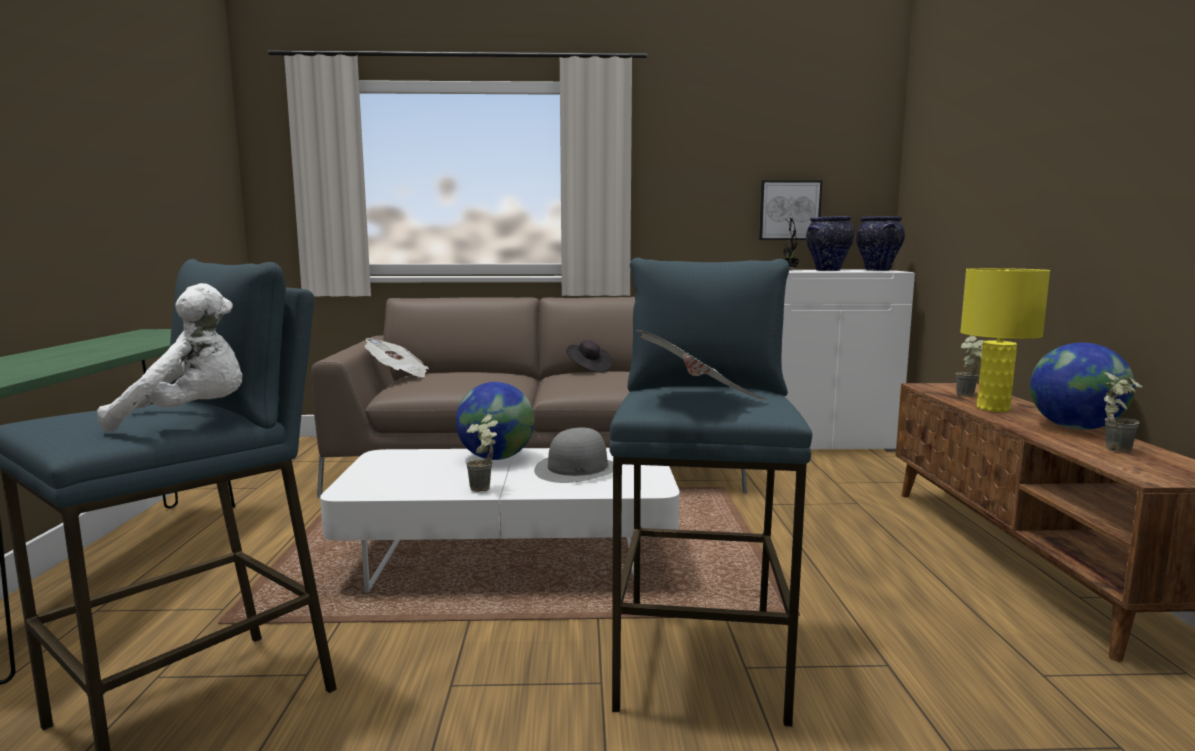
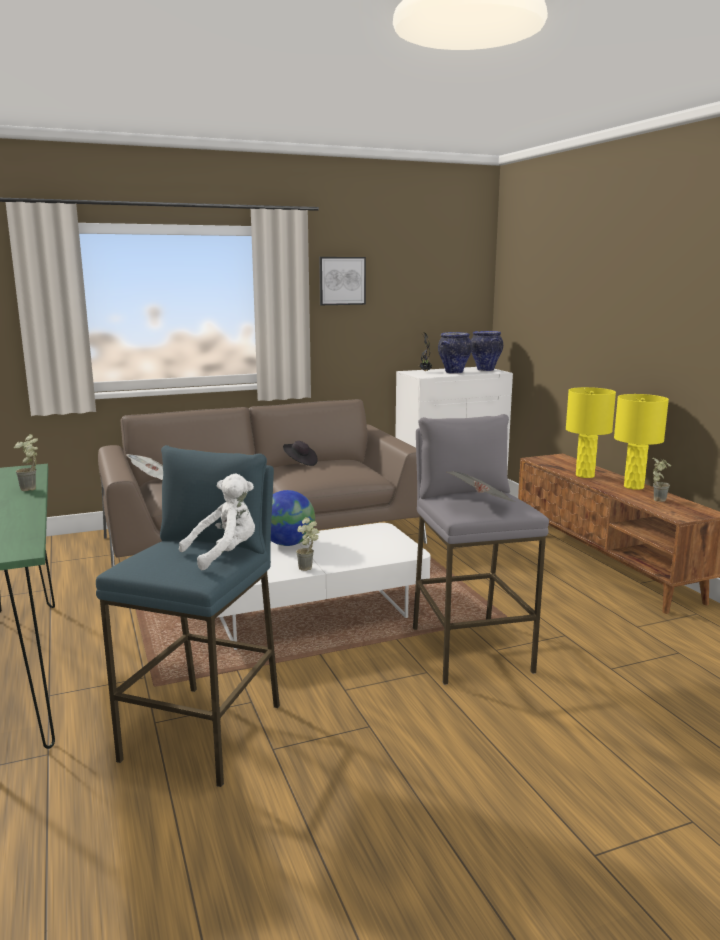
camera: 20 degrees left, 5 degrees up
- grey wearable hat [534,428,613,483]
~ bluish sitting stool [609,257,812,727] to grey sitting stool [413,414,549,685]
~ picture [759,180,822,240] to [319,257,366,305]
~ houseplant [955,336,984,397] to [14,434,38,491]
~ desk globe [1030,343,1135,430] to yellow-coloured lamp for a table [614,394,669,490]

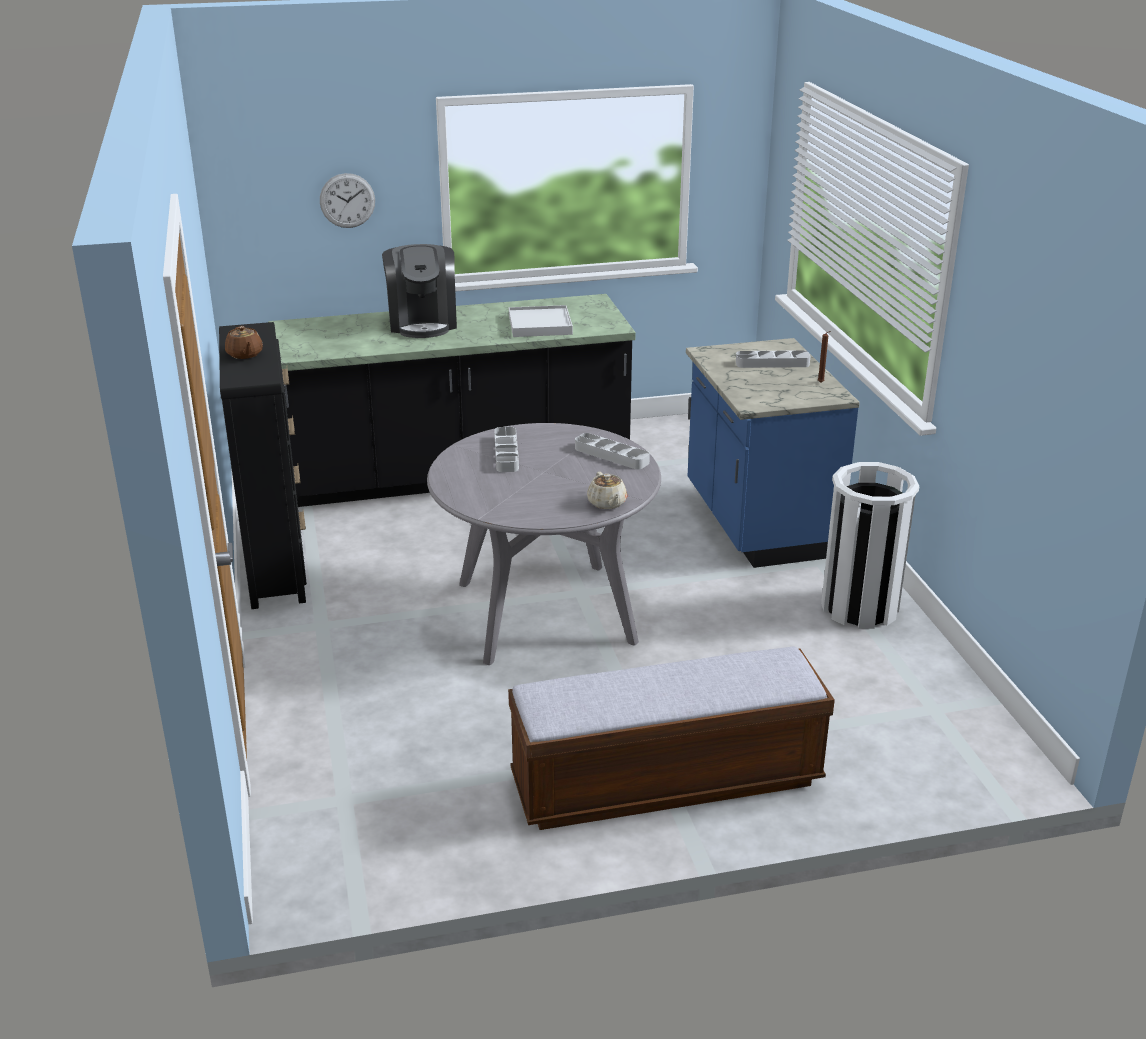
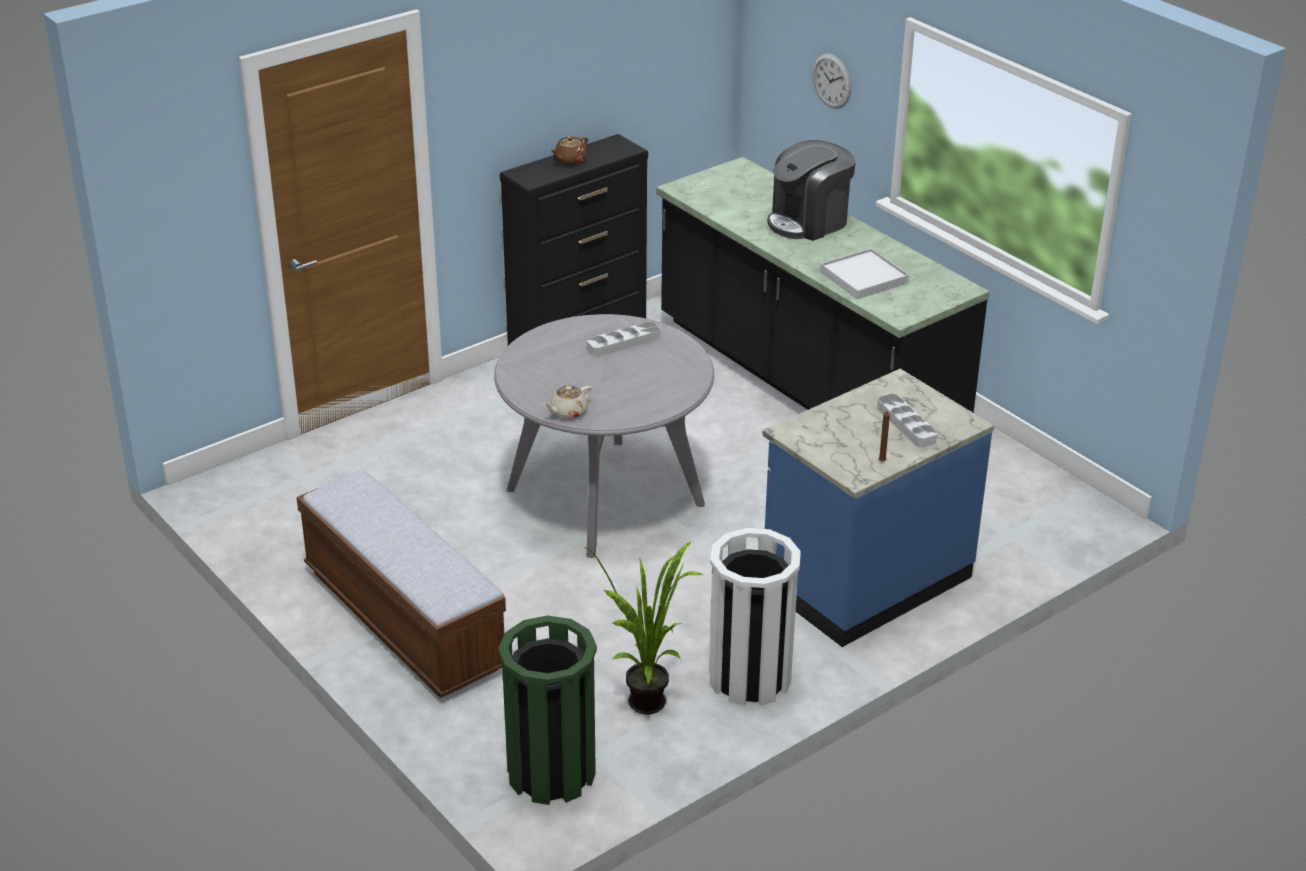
camera: 65 degrees right, 5 degrees up
- grey tray [575,433,650,469]
+ green trash can [498,616,597,805]
+ houseplant [584,541,703,714]

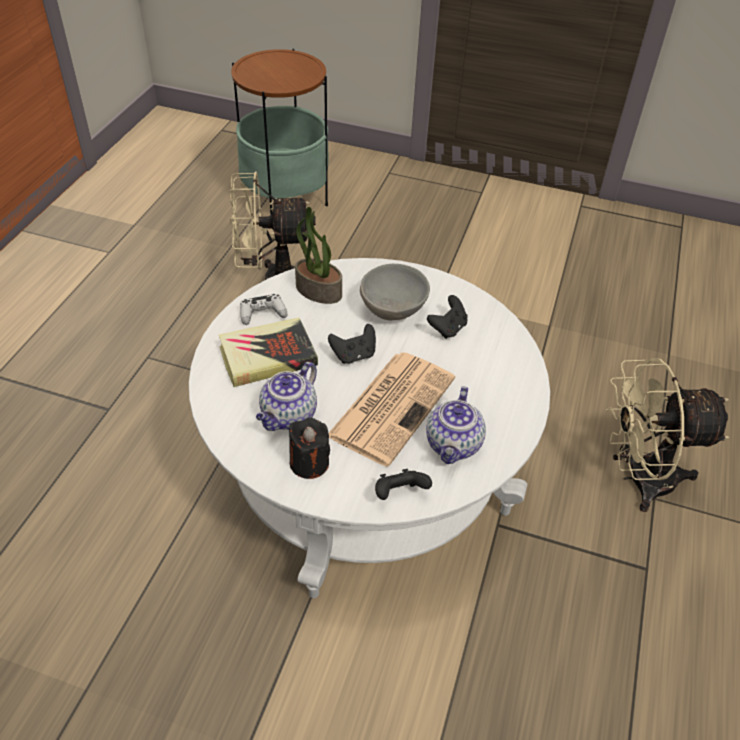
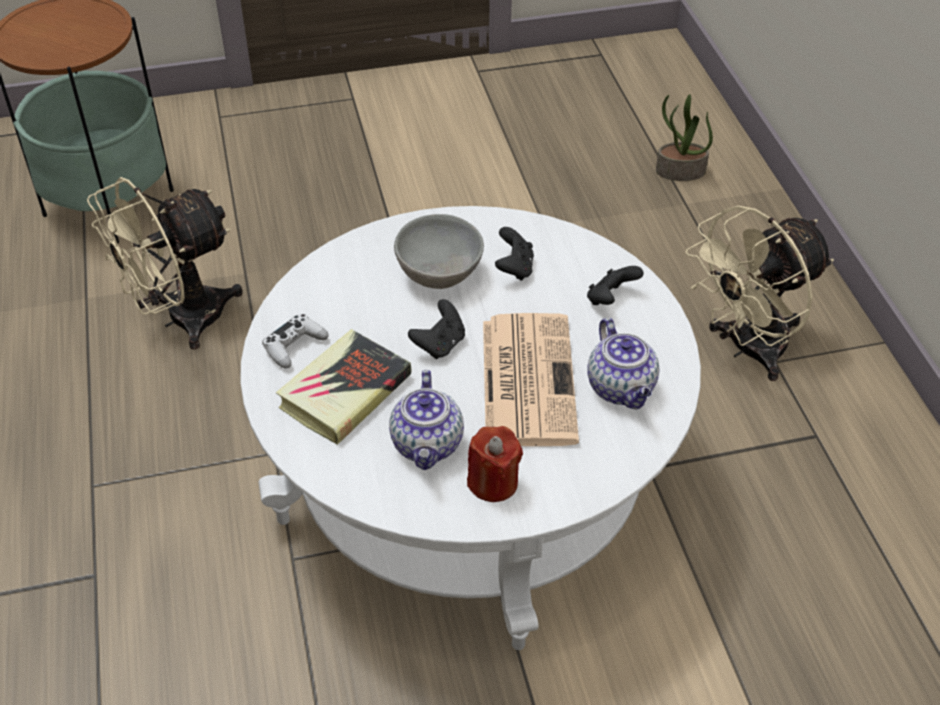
camera: 30 degrees left, 0 degrees up
~ black wax candle [289,418,330,479] to red-coloured wax candle [467,426,523,502]
~ houseplant [295,207,342,304] to [656,94,713,181]
~ black joypad [375,469,432,500] to [587,266,644,305]

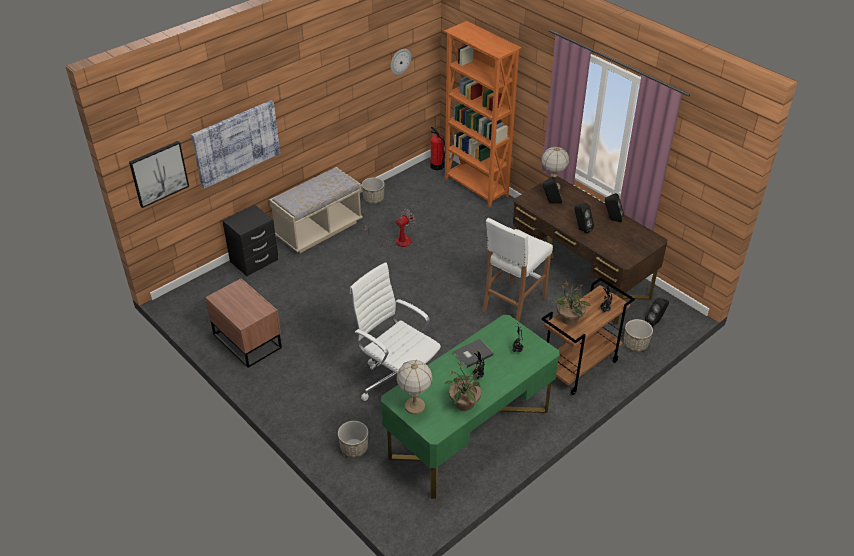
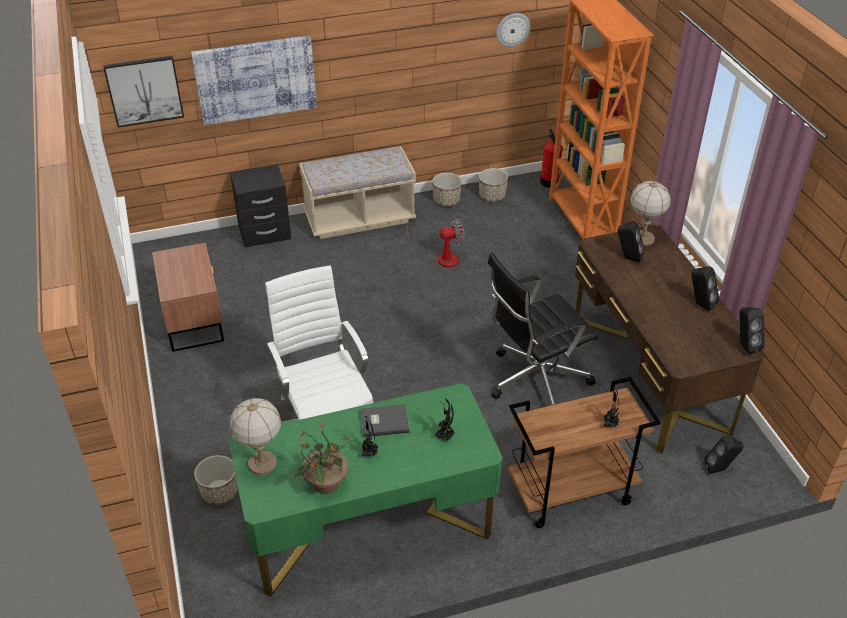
camera: 25 degrees right, 0 degrees up
~ white-coloured sitting stool [482,218,553,322] to black desk chair [488,252,599,405]
- houseplant [554,282,592,325]
~ black speaker [574,203,594,234] to [739,307,765,355]
~ flower pot [624,319,653,352] to [479,168,508,202]

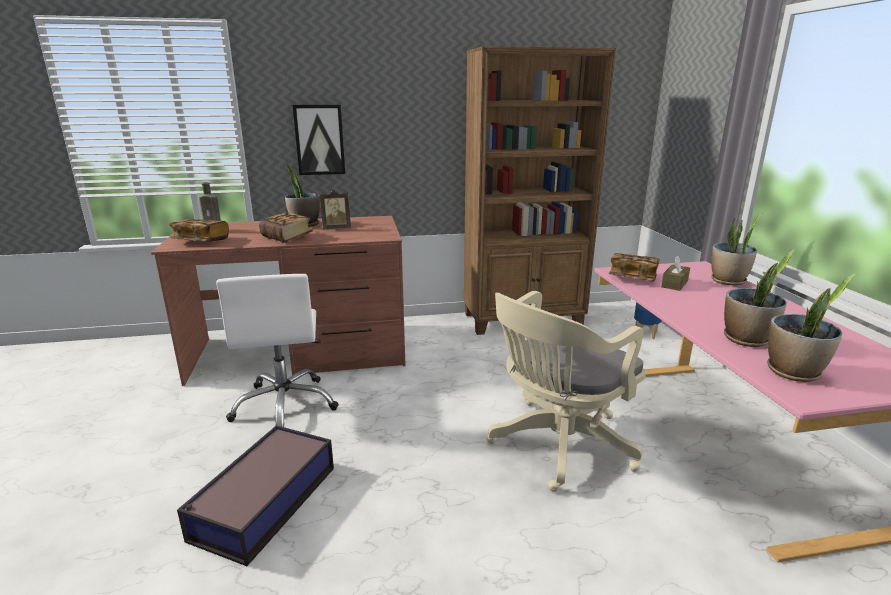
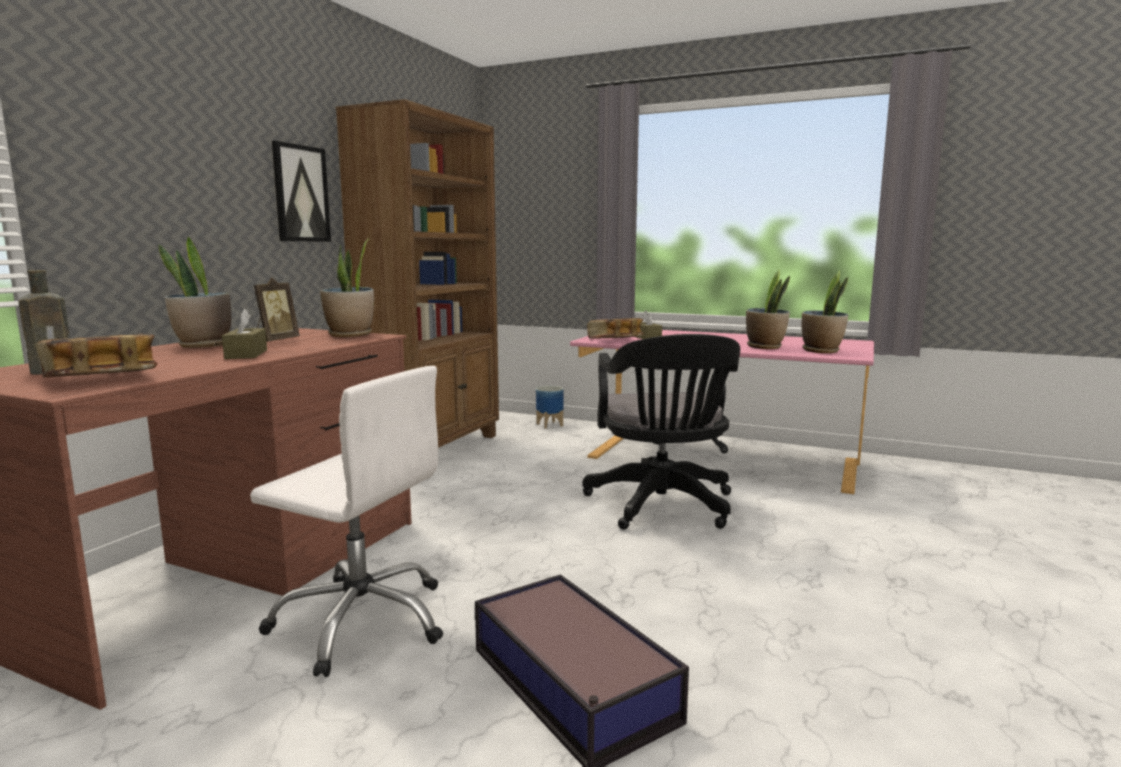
camera: 55 degrees left, 10 degrees down
~ volume [259,212,313,243] to brown box of tissues [222,309,267,359]
~ picture [293,105,345,175] to [272,141,331,242]
~ sand-coloured desk chair [487,291,646,492] to black desk chair [582,334,740,530]
~ houseplant [711,212,764,285] to [320,239,374,337]

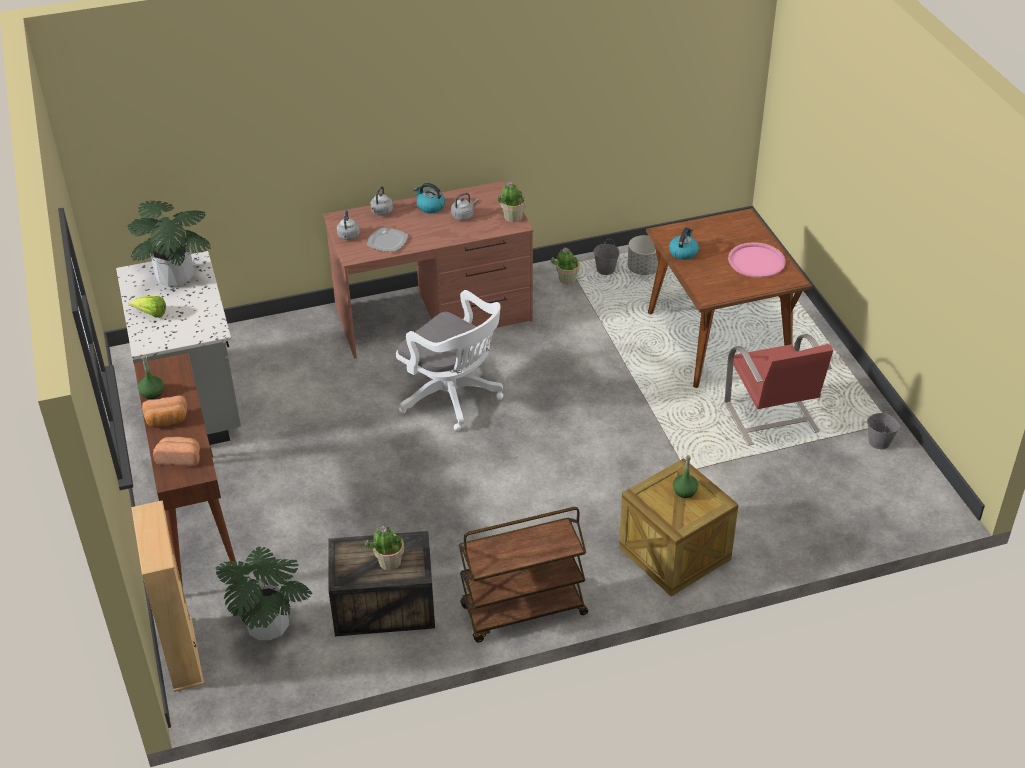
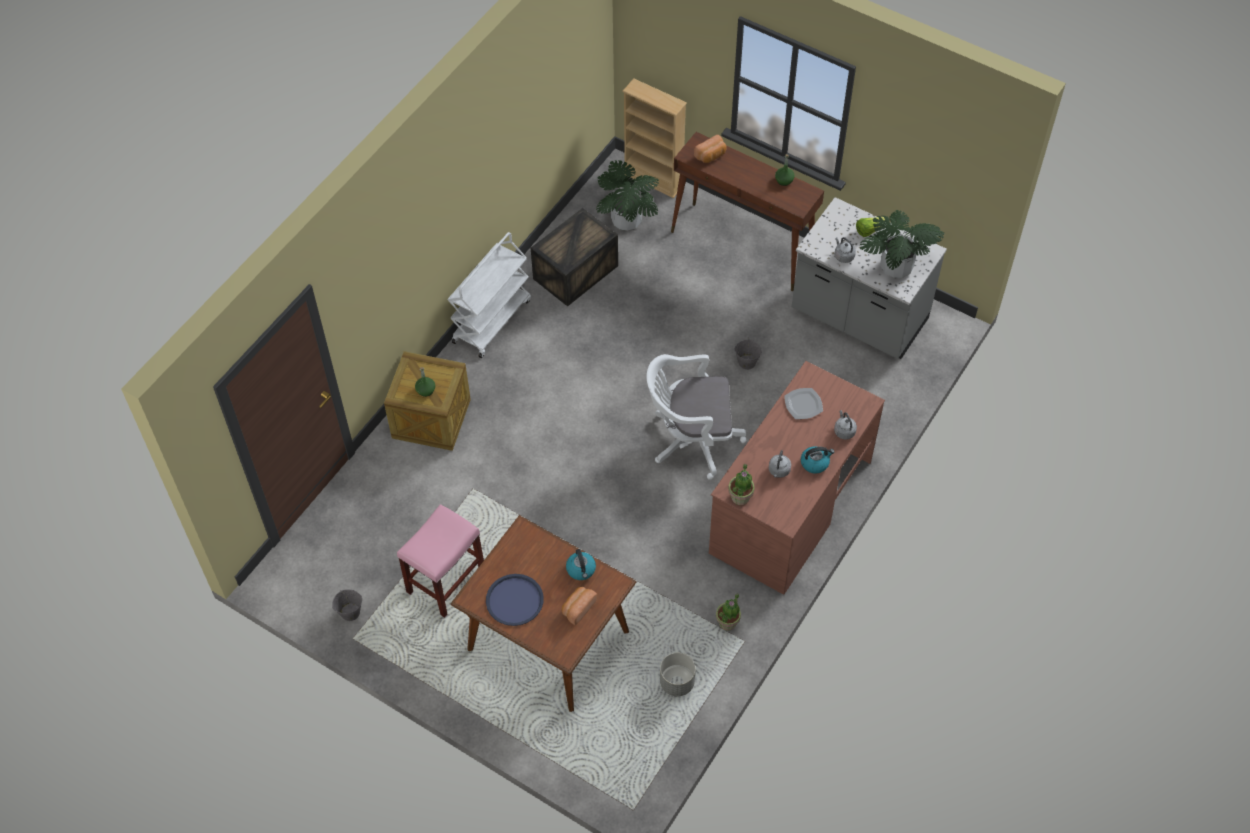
camera: 140 degrees right, 15 degrees up
~ bakery bread [142,396,187,427] to [562,587,597,625]
~ grey water kettle [337,210,360,240] to [835,237,856,263]
- houseplant [365,526,404,570]
~ brown cart [459,507,588,642] to white-coloured cart [448,232,531,358]
~ grey water bucket [593,239,620,275] to [734,338,762,370]
~ red-coloured upright chair [725,334,833,446] to pink-coloured sitting stool [397,504,484,618]
~ pink-coloured tray [728,242,786,278] to bluish tray [486,574,544,626]

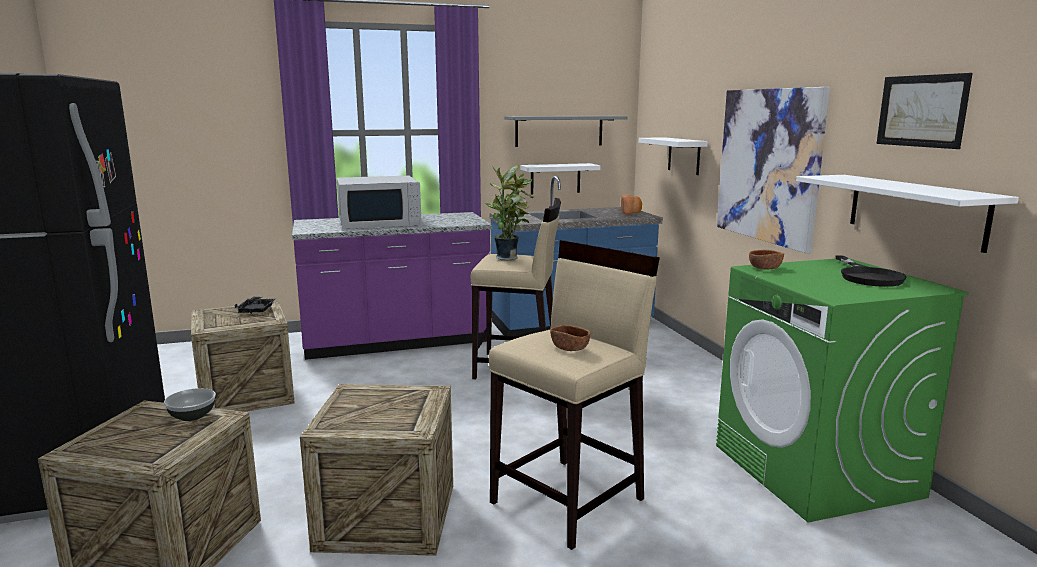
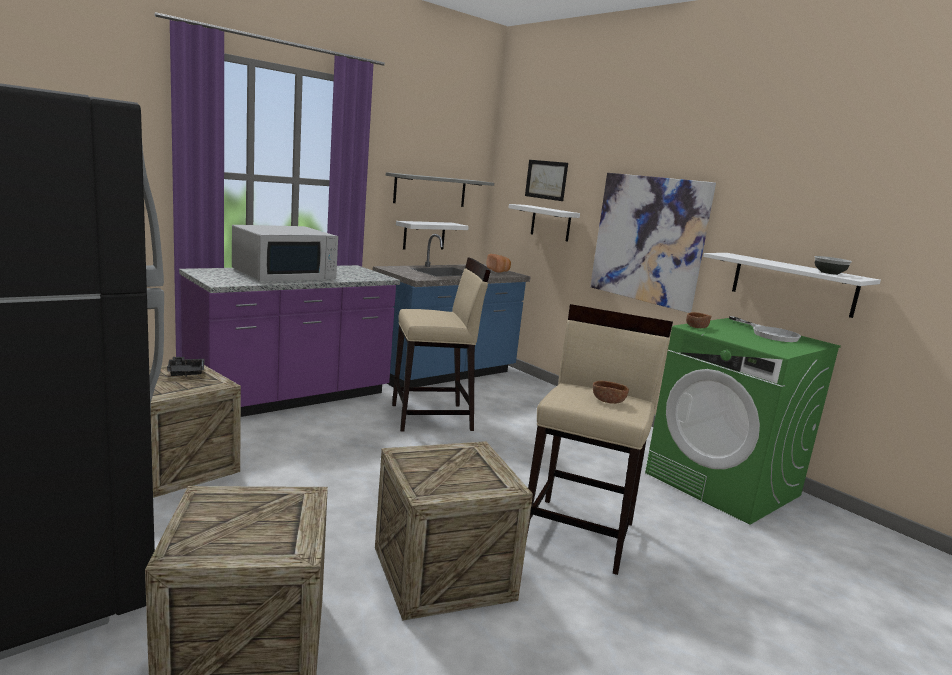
camera: 25 degrees left, 0 degrees up
~ bowl [164,388,216,421] to [814,256,852,275]
- houseplant [485,165,535,260]
~ black frying pan [835,256,907,287] to white-coloured frying pan [729,316,801,342]
~ picture [876,73,973,149] to [525,160,568,201]

